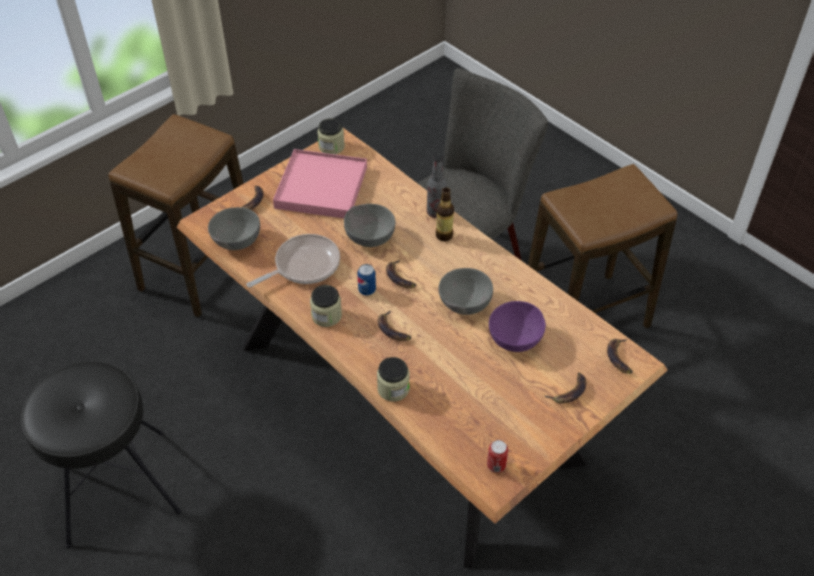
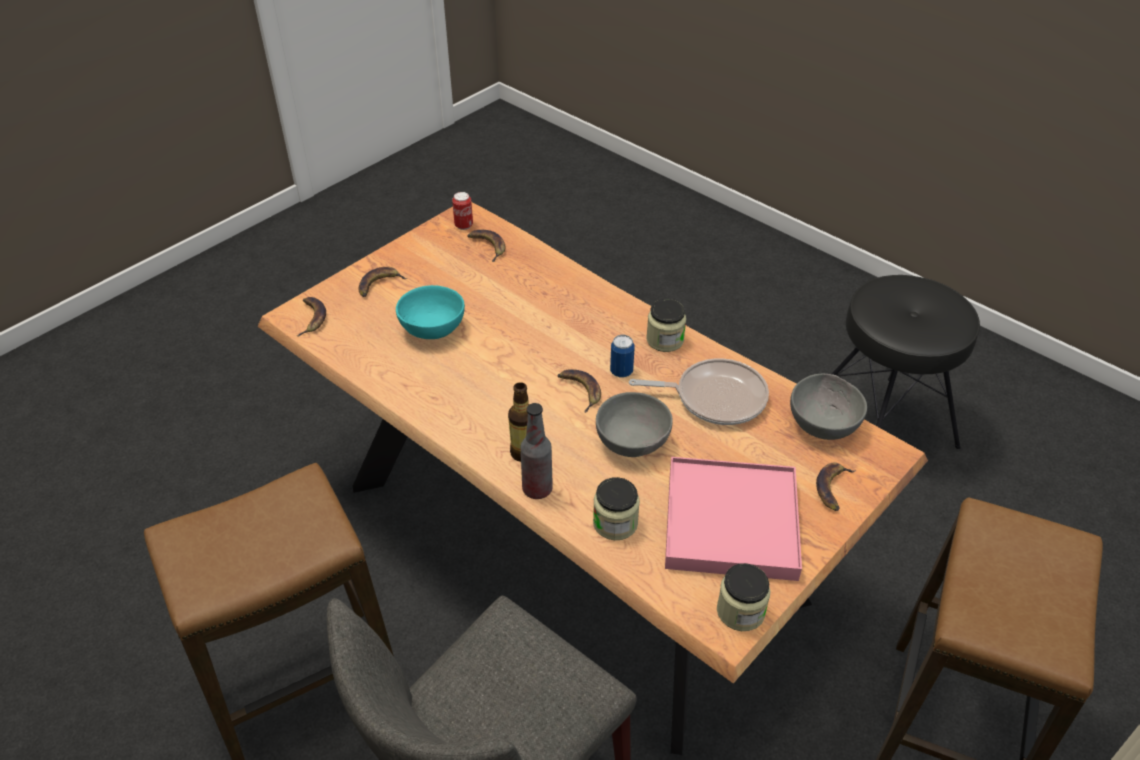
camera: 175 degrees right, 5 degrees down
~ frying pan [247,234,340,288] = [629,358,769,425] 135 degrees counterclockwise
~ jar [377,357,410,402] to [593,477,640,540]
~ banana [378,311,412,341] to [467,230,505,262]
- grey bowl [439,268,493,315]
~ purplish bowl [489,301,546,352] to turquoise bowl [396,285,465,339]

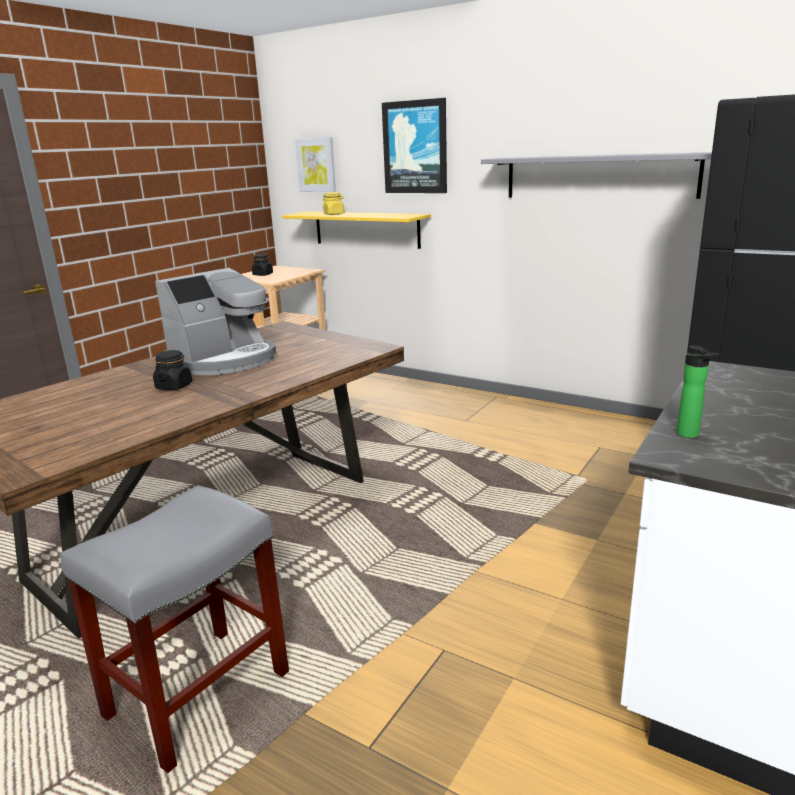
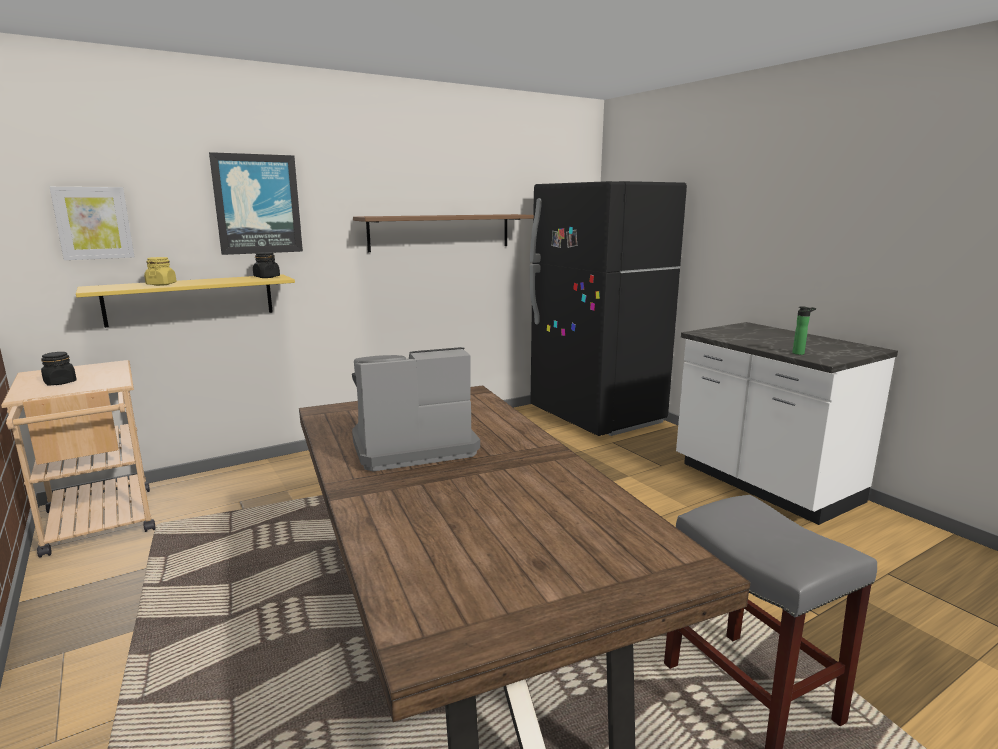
camera: 65 degrees left, 5 degrees down
~ black jar [153,350,192,390] to [253,252,280,278]
~ coffee brewer [155,268,276,375] = [352,347,480,471] 90 degrees counterclockwise
~ grey bracket shelf [481,152,712,199] to brown bracket shelf [353,214,534,252]

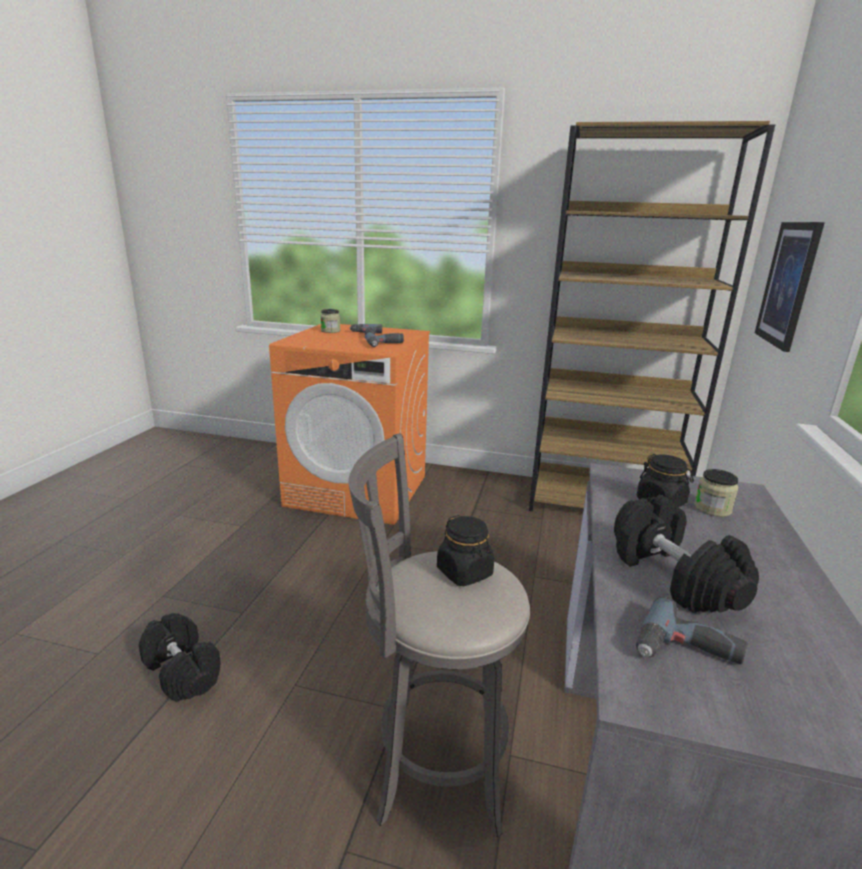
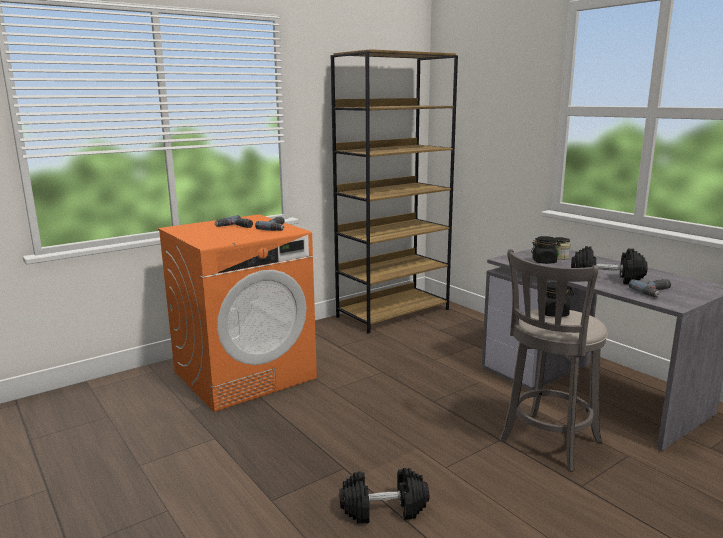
camera: 50 degrees left, 5 degrees down
- jar [320,309,340,333]
- picture [755,222,825,352]

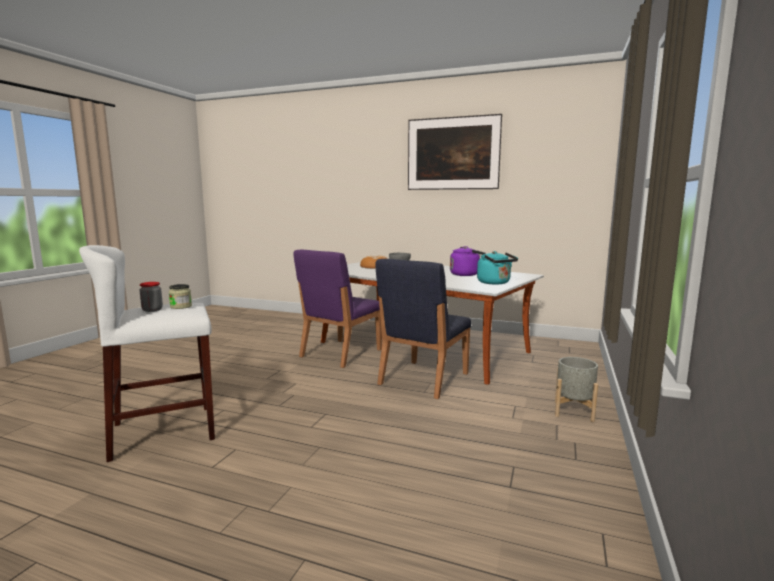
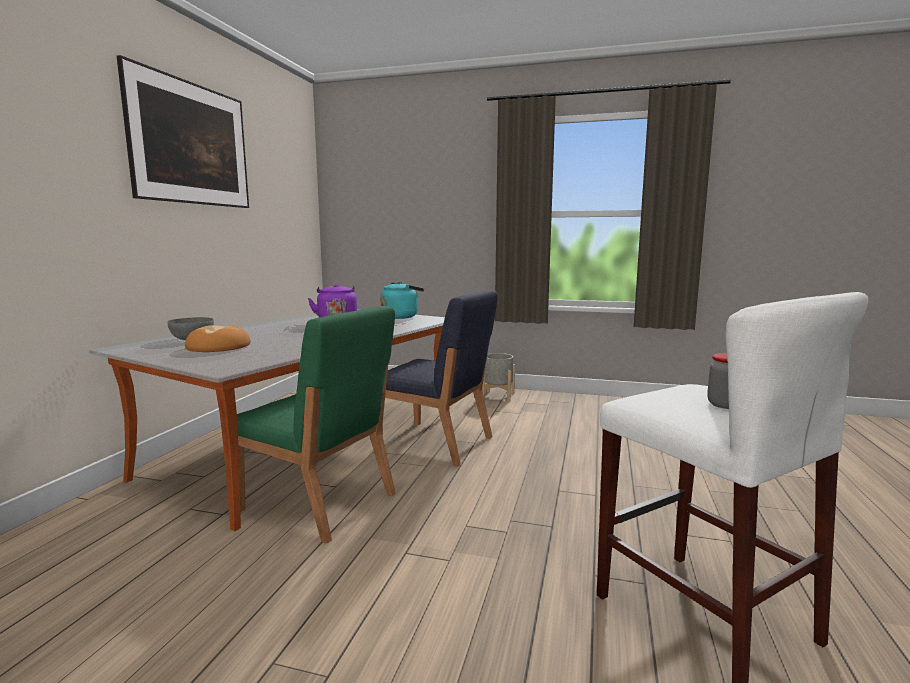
camera: 95 degrees left, 0 degrees up
- jar [169,284,192,309]
~ purplish upright chair [293,250,382,368] to green upright chair [237,306,396,544]

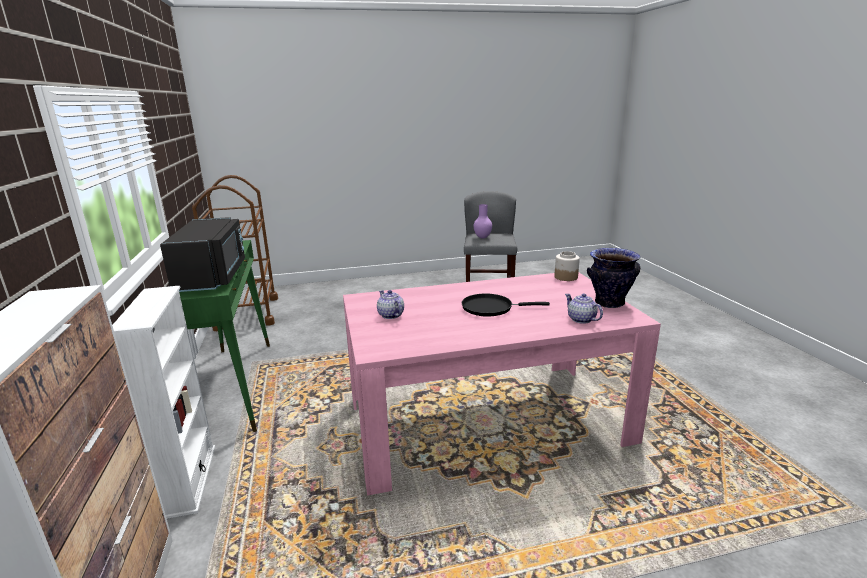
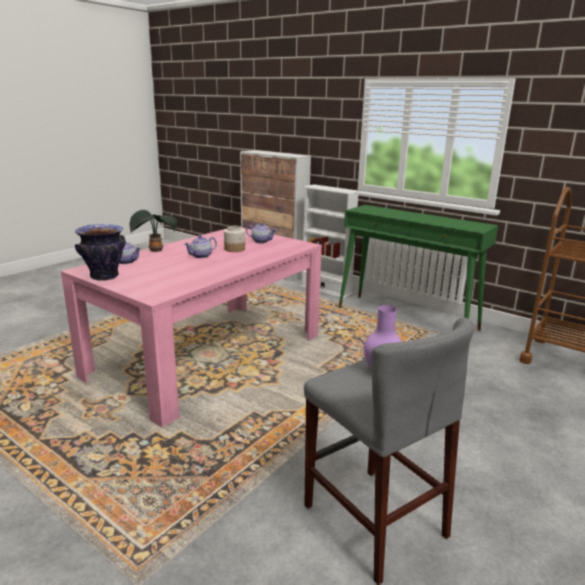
camera: 140 degrees right, 0 degrees up
- black microwave [160,217,245,292]
~ black frying pan [462,294,550,317] to pot for tea [184,235,217,258]
~ jar [554,251,580,281] to [224,226,245,252]
+ houseplant [130,210,177,252]

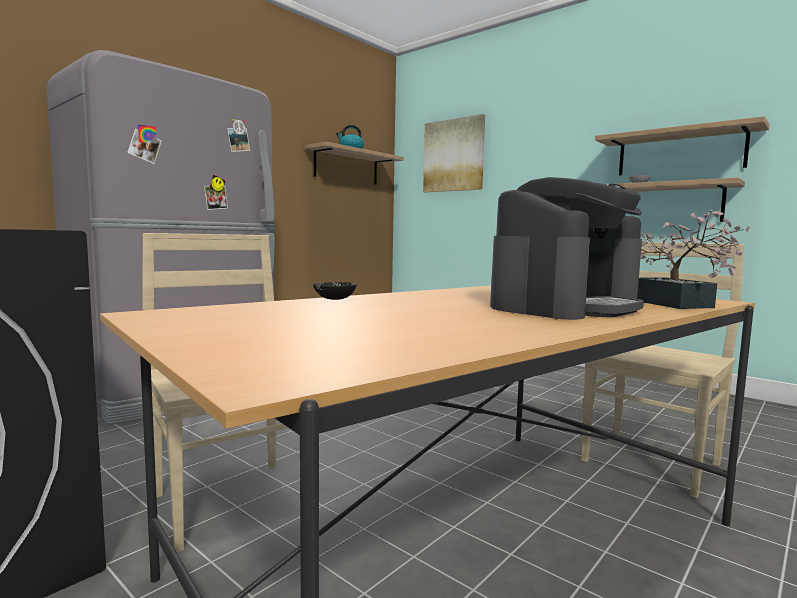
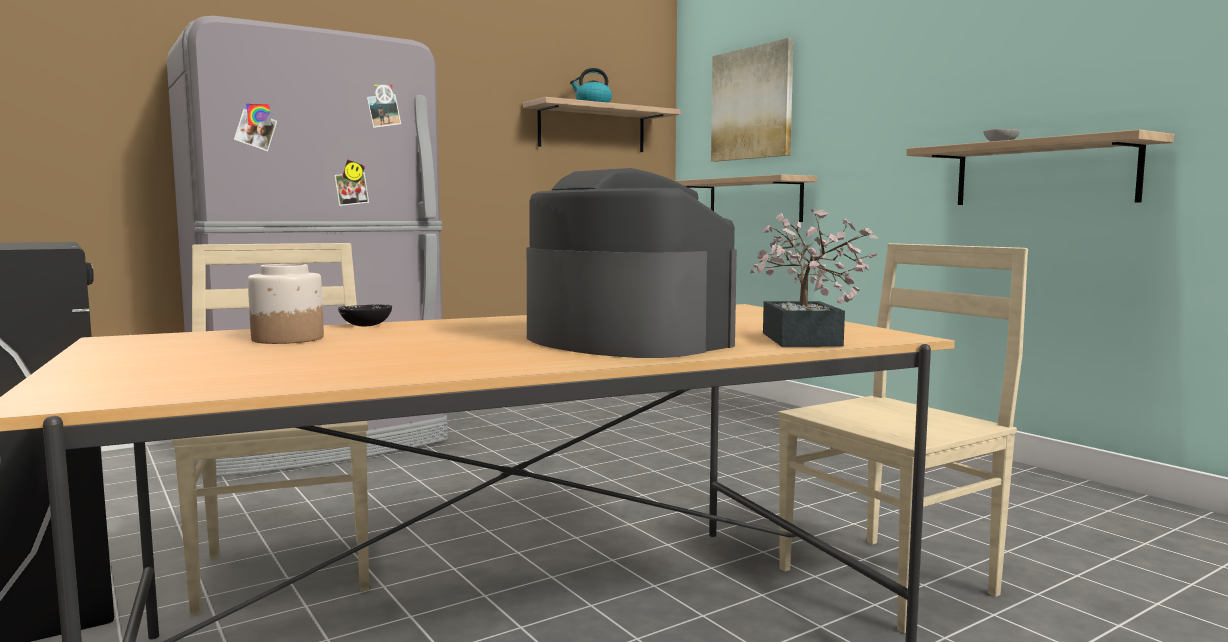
camera: 15 degrees right, 0 degrees up
~ coffee brewer [490,177,644,320] = [527,168,737,358] 105 degrees counterclockwise
~ bracket shelf [595,116,770,176] to [675,174,817,222]
+ jar [248,264,324,344]

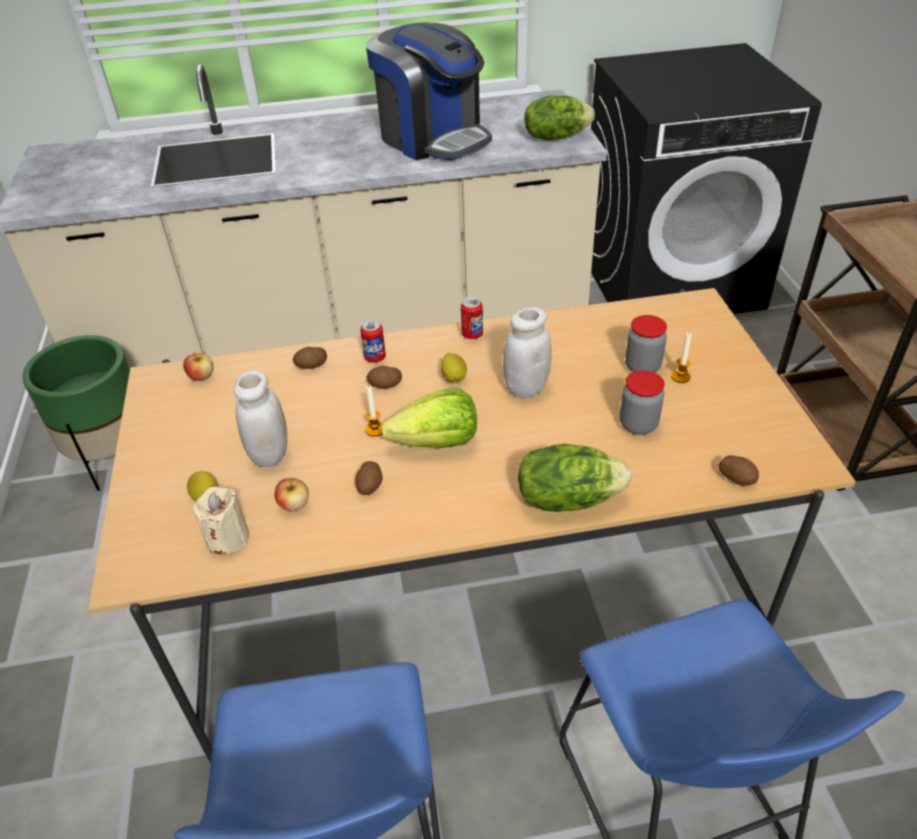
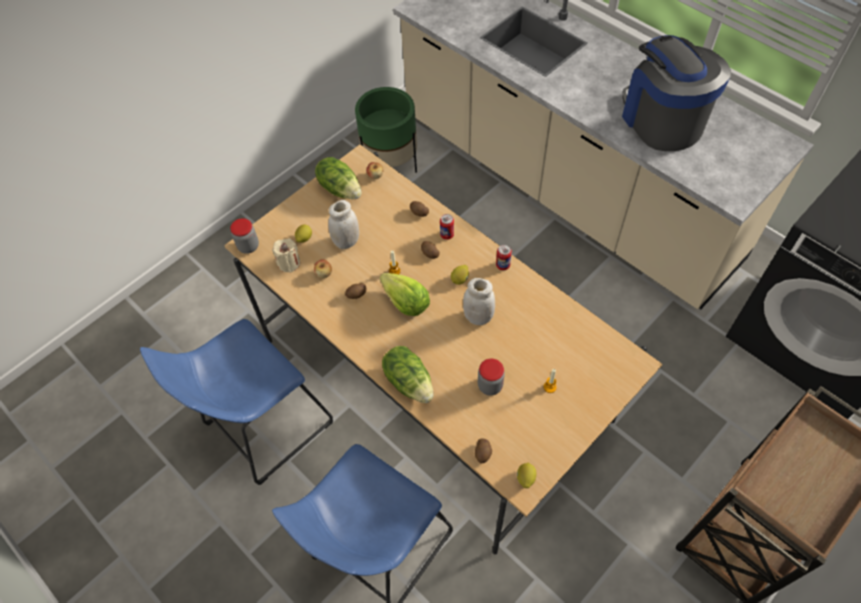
camera: 55 degrees right, 15 degrees up
~ coffee brewer [366,22,492,160] = [622,35,731,151] 150 degrees clockwise
~ lettuce [524,95,595,140] to [315,157,361,199]
~ jar [625,315,667,373] to [230,218,259,254]
+ lemon [517,462,536,488]

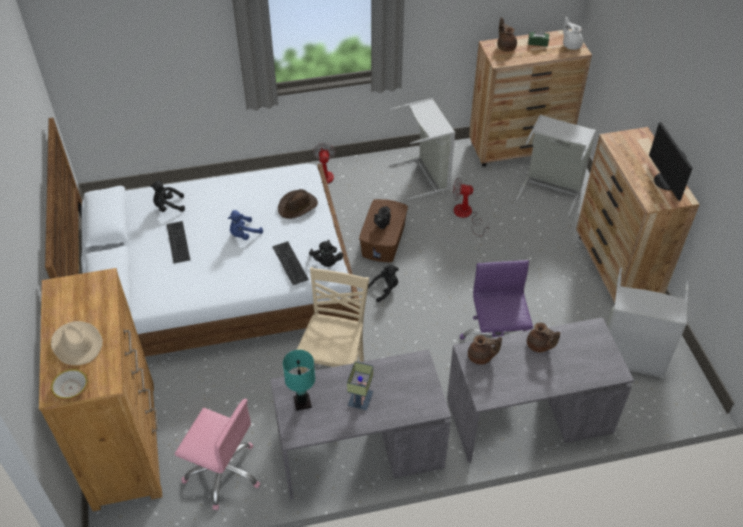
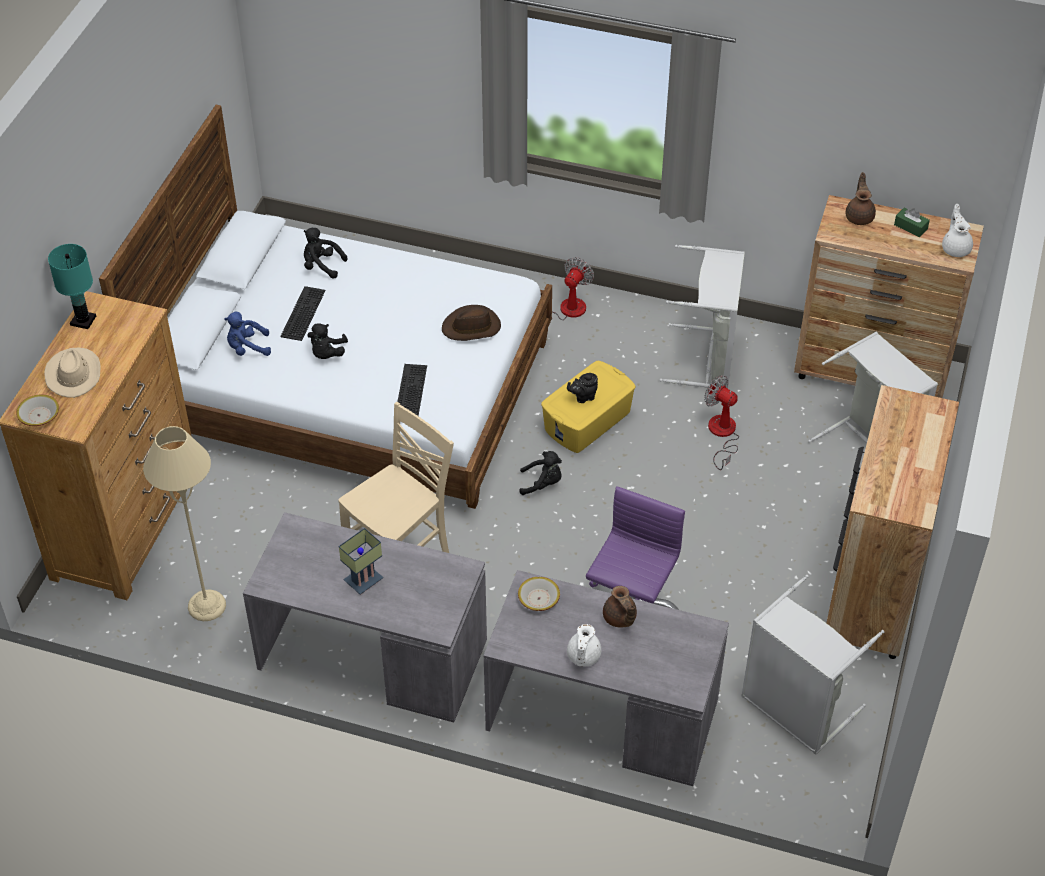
camera: 30 degrees right, 0 degrees up
~ pink-coloured desk chair [175,399,261,510] to sand-coloured standard lamp [143,426,226,621]
~ bluish cuddly toy [228,210,263,240] to [224,312,271,356]
~ turquoise lamp for a table [283,350,315,411] to [48,244,96,329]
~ black cuddly toy [309,240,343,267] to [307,323,348,359]
~ brown storage box [359,199,408,262] to yellow-coloured storage box [541,361,636,453]
~ brown pot for tea [468,335,502,365] to bowl [518,577,560,611]
- computer screen [649,122,692,201]
+ white-coloured pot for tea [567,624,601,667]

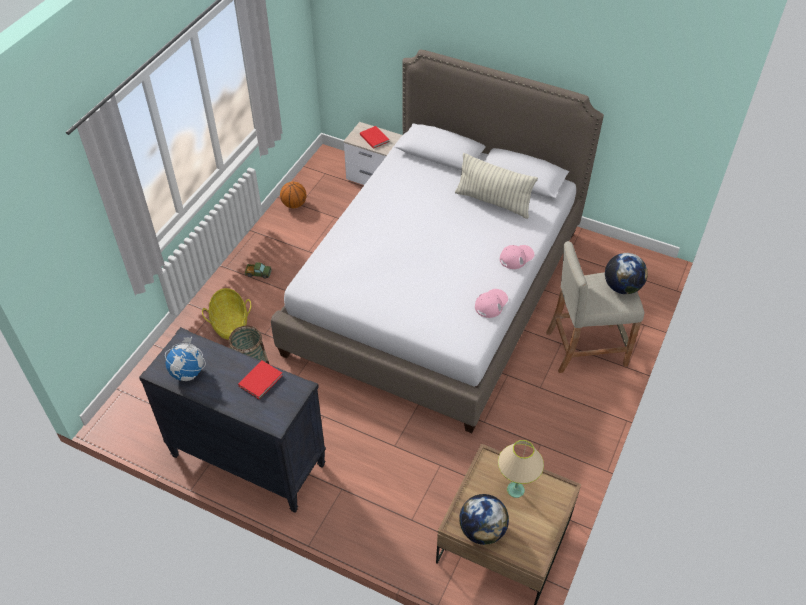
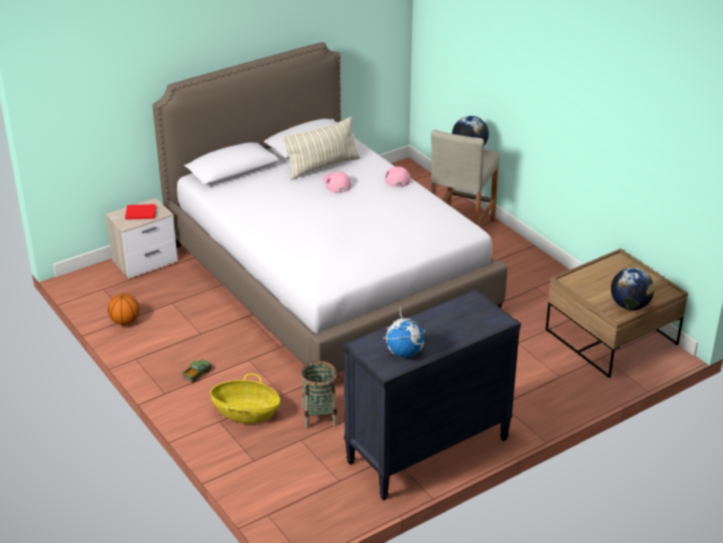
camera: 60 degrees left, 15 degrees down
- red-coloured volume [238,361,283,400]
~ pink-coloured cap [475,289,508,318] to [323,172,351,193]
- sand-coloured lamp for a table [498,440,544,498]

